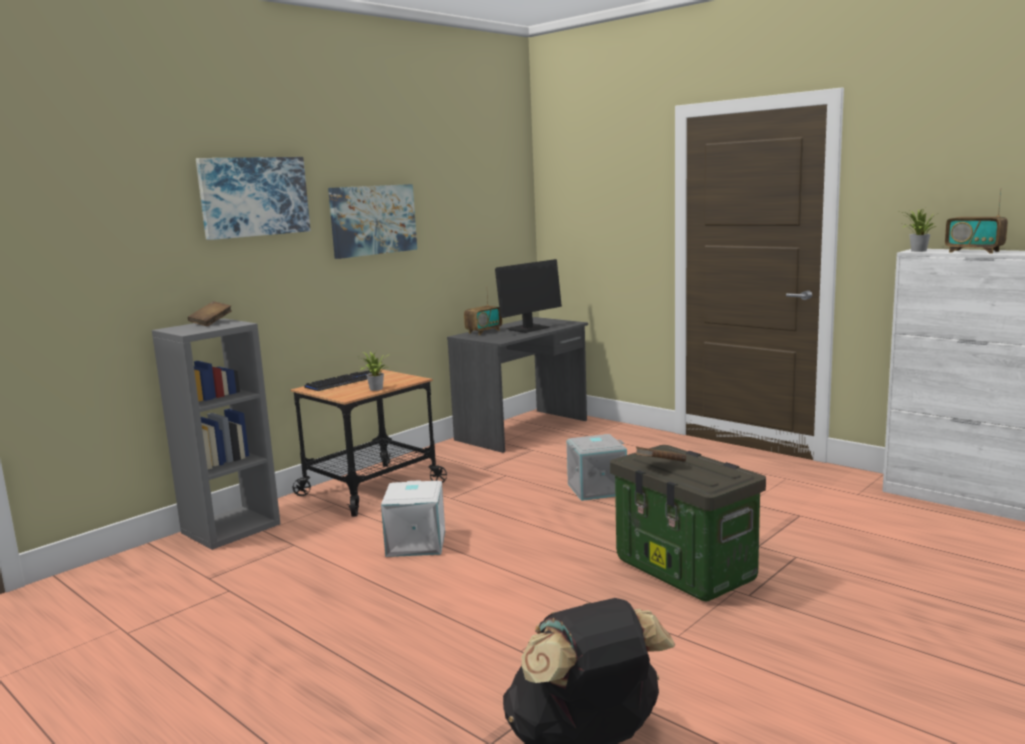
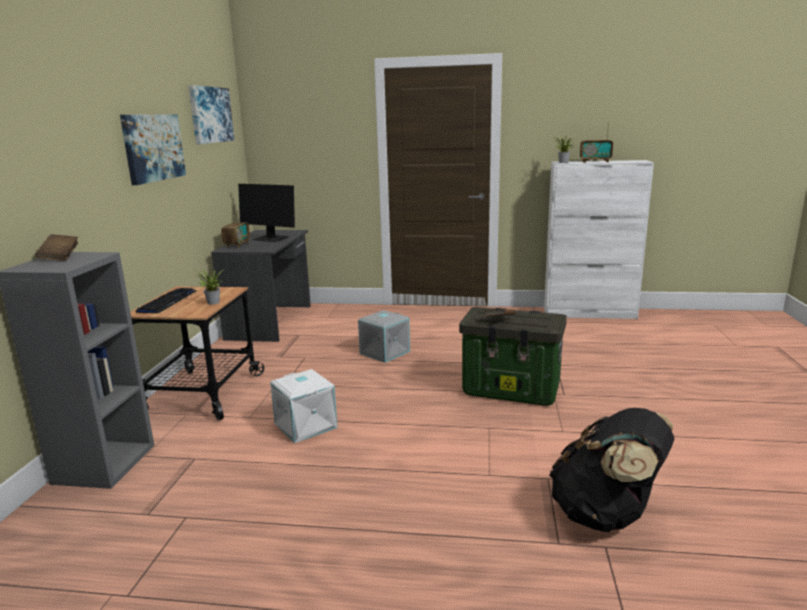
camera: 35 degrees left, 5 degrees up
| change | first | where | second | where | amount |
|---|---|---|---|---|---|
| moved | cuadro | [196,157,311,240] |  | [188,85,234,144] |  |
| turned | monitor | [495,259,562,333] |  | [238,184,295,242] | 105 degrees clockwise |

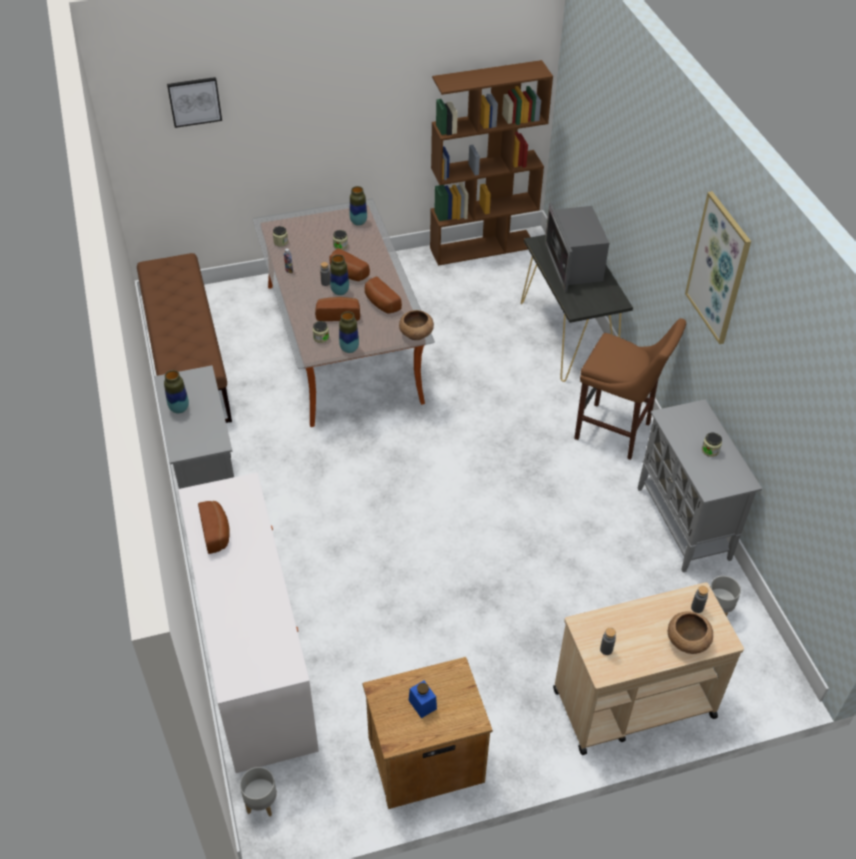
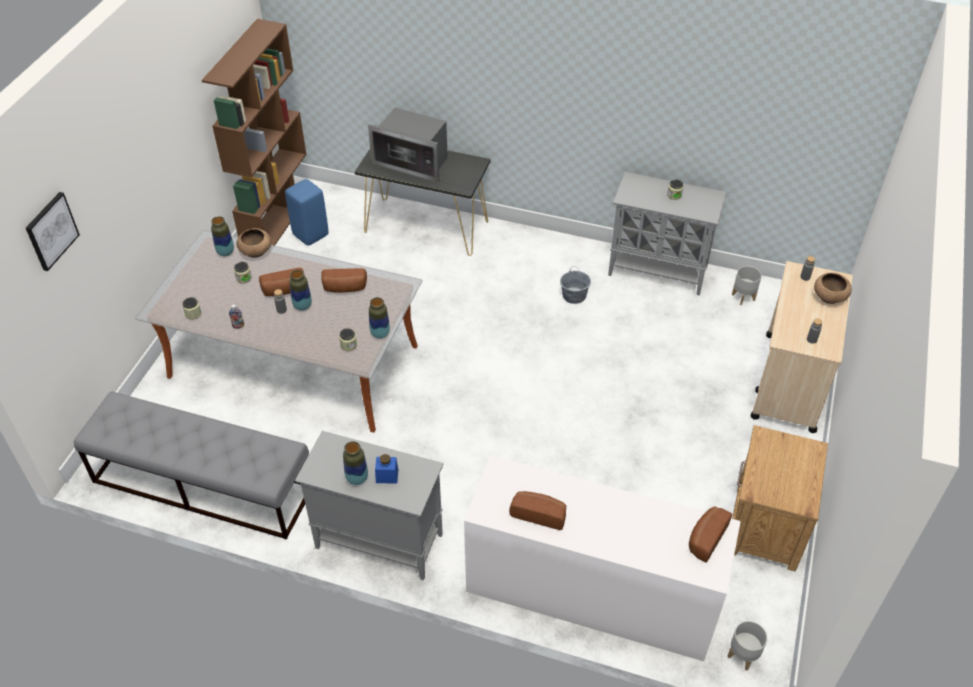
camera: 55 degrees left, 0 degrees up
| change | first | where | second | where | amount |
|---|---|---|---|---|---|
| recoloured | banco (marrón) | [137,253,232,423] | banco (gris) | [74,391,309,540] |  |
| moved | pan | [315,297,360,321] |  | [689,507,732,563] |  |
| moved | cuenco (marrón) | [399,310,434,340] |  | [237,228,271,258] |  |
| moved | tarro (azul) | [409,681,437,718] |  | [375,454,398,484] |  |
| removed | taburete (marrón) | [574,319,686,460] |  |  |  |
| removed | cuadro | [685,191,751,344] |  |  |  |
| added |  |  | taburete (azul) | [285,179,329,246] |  |
| added |  |  | cubo (gris) | [560,266,591,304] |  |

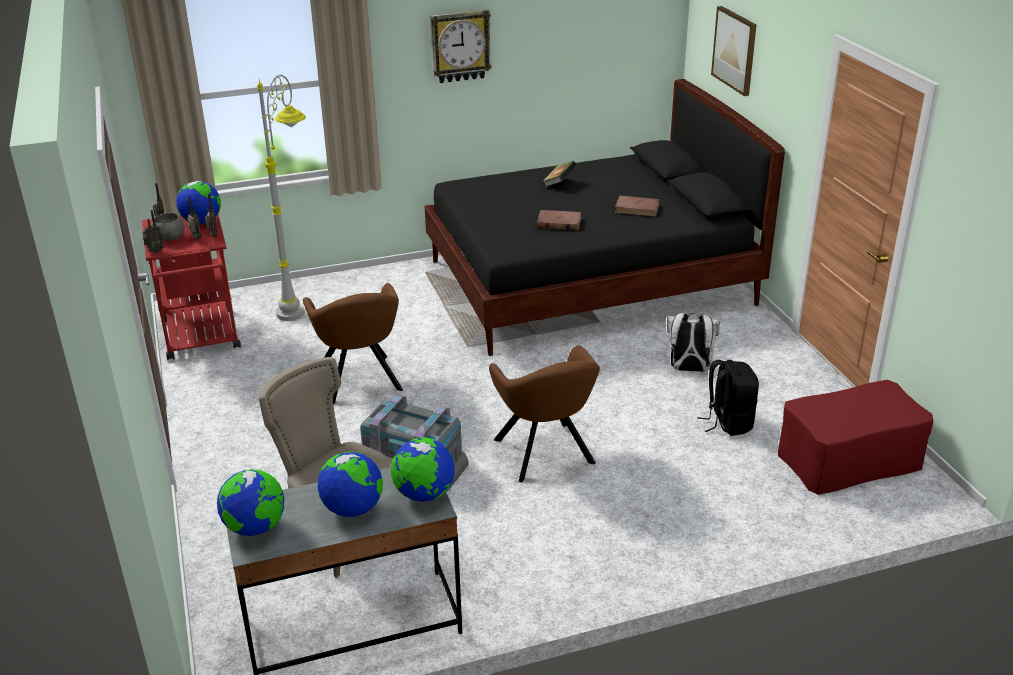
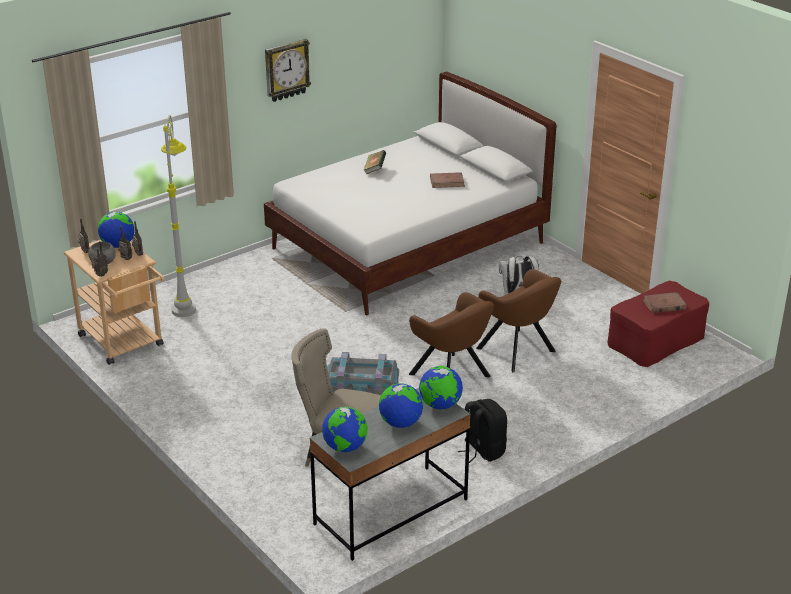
camera: 20 degrees left, 0 degrees up
| change | first | where | second | where | amount |
|---|---|---|---|---|---|
| recoloured | carrito (rojo) | [142,215,241,360] | carrito (beis) | [64,240,164,365] |  |
| moved | sillón (marrón) | [303,283,403,404] |  | [476,269,561,372] |  |
| recoloured | cama (negro) | [425,79,785,356] | cama (blanco) | [264,72,556,315] |  |
| moved | libro (marrón) | [537,210,581,230] |  | [643,292,687,313] |  |
| moved | mochila (negro) | [697,360,759,436] |  | [458,399,507,463] |  |
| removed | cuadro | [711,6,757,96] |  |  |  |

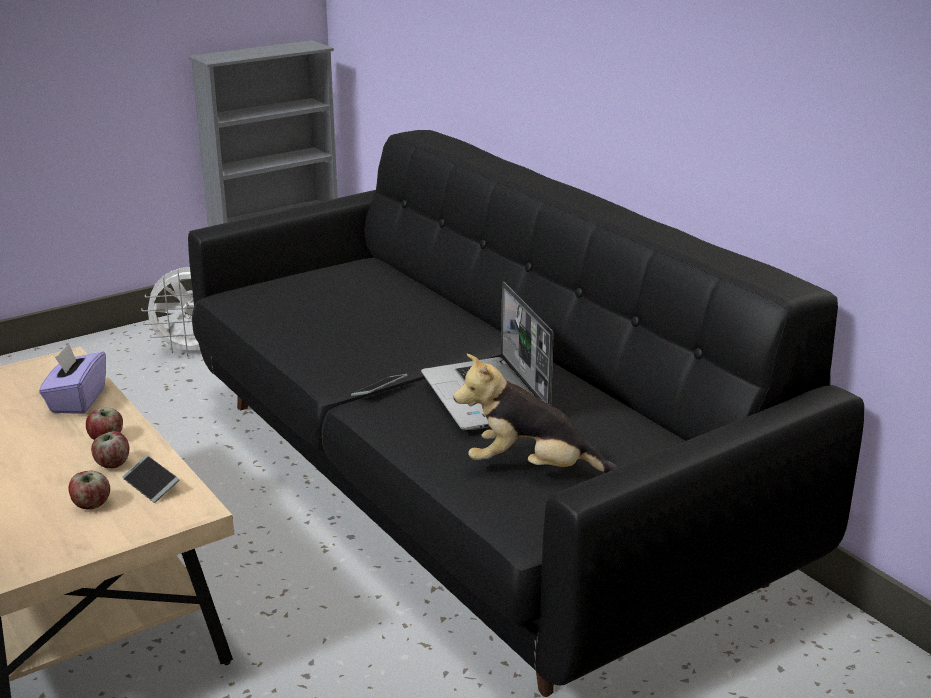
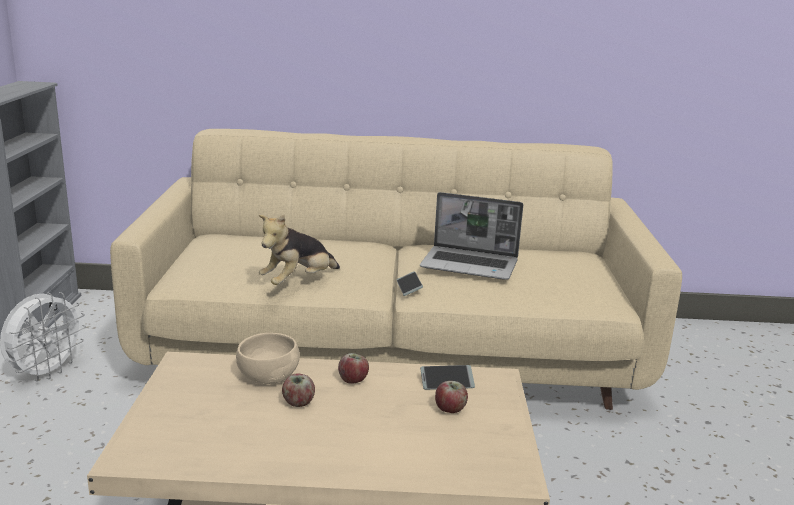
camera: 55 degrees left, 5 degrees down
| change | first | where | second | where | amount |
|---|---|---|---|---|---|
| replaced | caja de pañuelos (morado) | [39,344,106,414] | cuenco (beis) | [236,333,300,384] |  |
| moved | manzana | [91,431,129,468] |  | [282,373,315,407] |  |
| recoloured | sofá (negro) | [188,130,865,697] | sofá (beis) | [110,129,682,410] |  |
| moved | peluche | [453,354,618,473] |  | [259,215,340,285] |  |

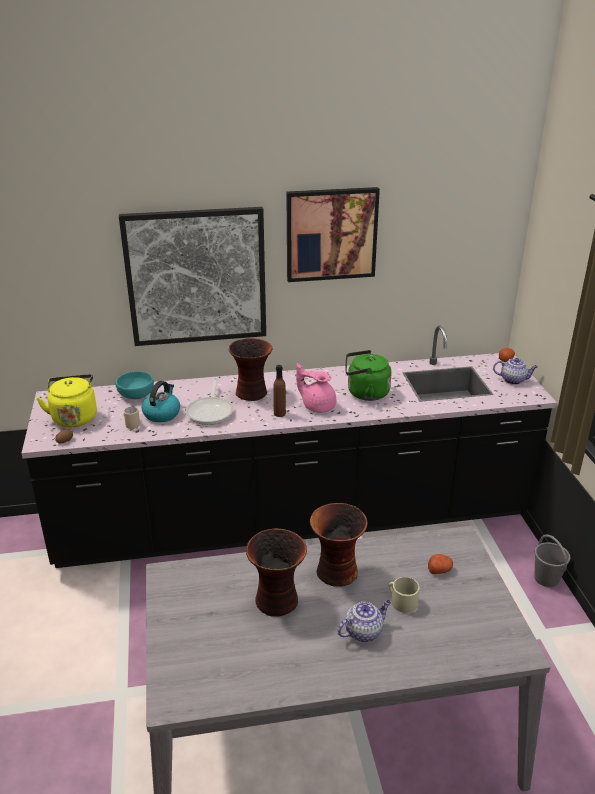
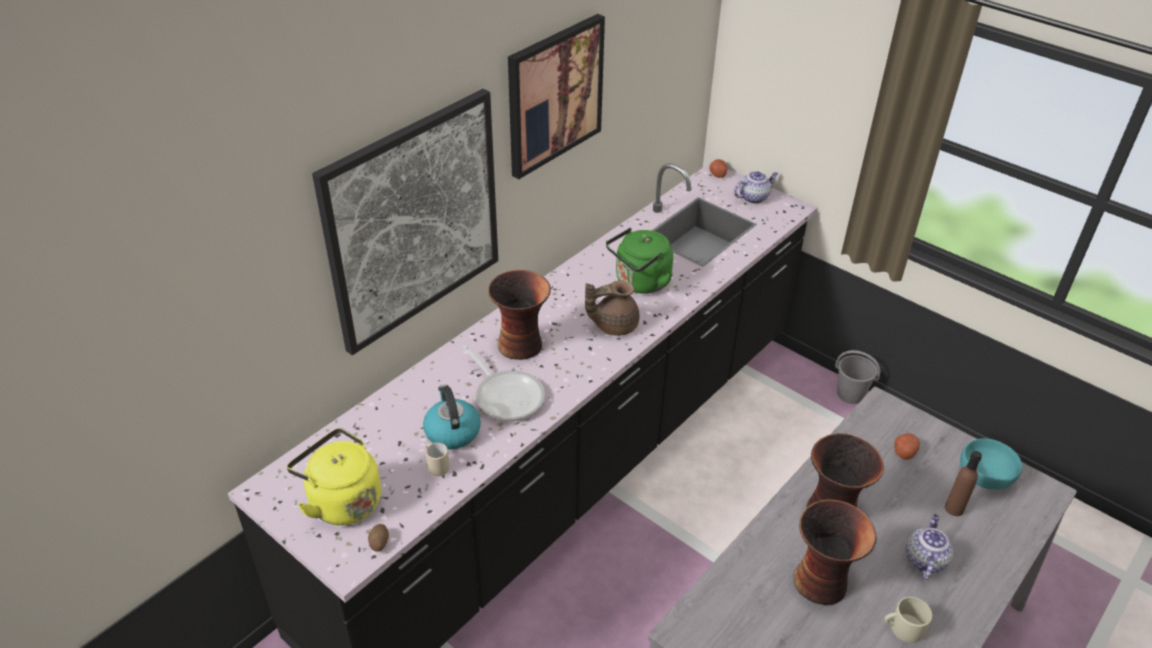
camera: 40 degrees left, 10 degrees up
| change | first | where | second | where | amount |
|---|---|---|---|---|---|
| moved | cuenco (turquesa) | [115,371,154,399] |  | [960,438,1022,490] |  |
| moved | botella (marrón) | [273,365,286,417] |  | [945,451,982,516] |  |
| recoloured | tetera (rosa) | [296,363,336,413] | tetera (marrón) | [585,280,640,336] |  |
| moved | taza grande (beis) | [388,577,419,613] |  | [885,597,932,643] |  |

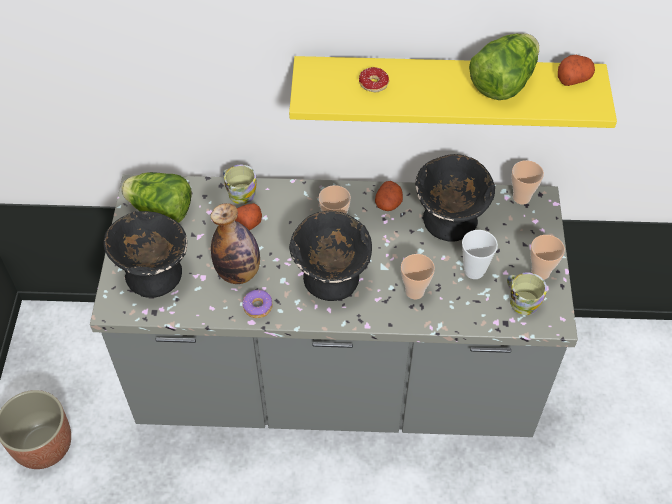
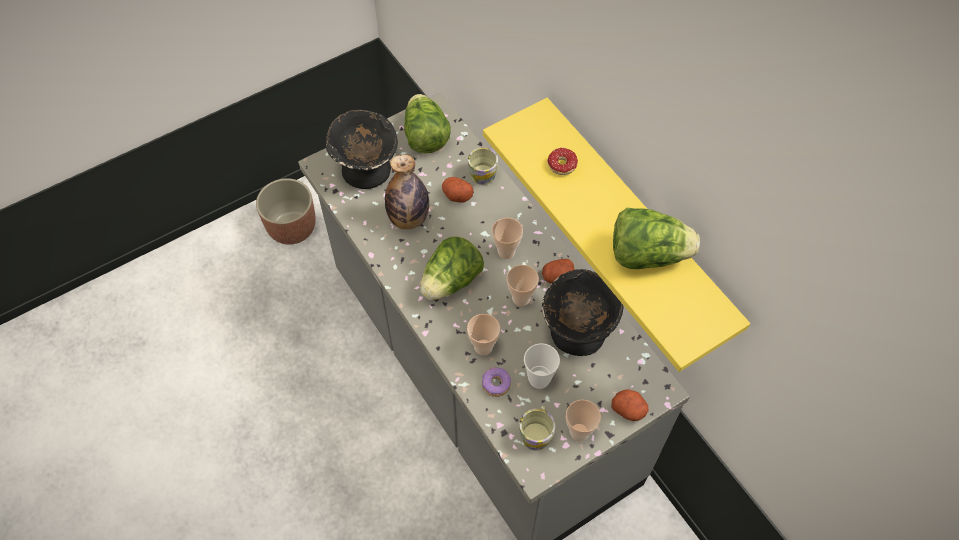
camera: 55 degrees right, 5 degrees up
| change | first | where | second | where | amount |
|---|---|---|---|---|---|
| moved | rosquilla | [242,290,273,318] |  | [482,367,511,397] |  |
| replaced | cuenco (negro) | [289,210,372,301] | lechuga | [420,237,484,300] |  |
| moved | taza | [511,160,544,205] |  | [507,265,539,306] |  |
| moved | patata | [558,55,595,86] |  | [611,390,649,421] |  |

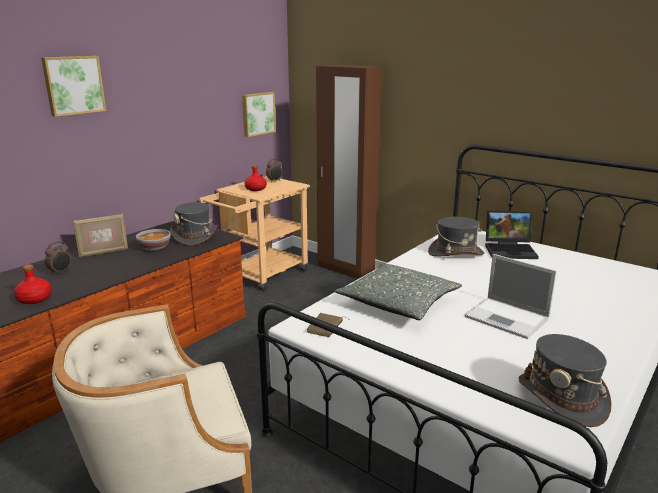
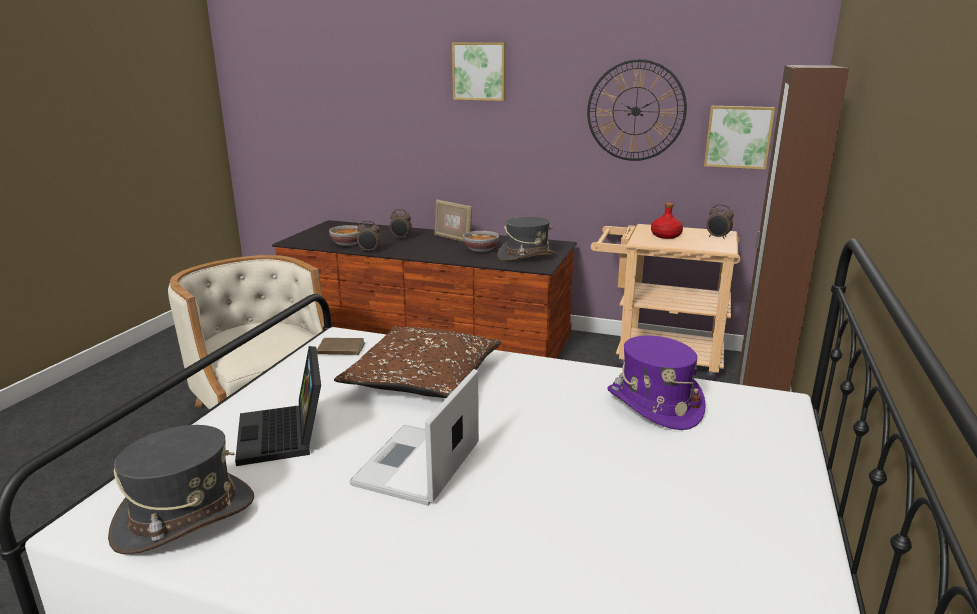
camera: 70 degrees right, 0 degrees up
| change | first | where | second | where | amount |
|---|---|---|---|---|---|
| replaced | botella (rojo) | [14,265,52,304] | cuenco | [329,225,360,246] |  |
| recoloured | cojín (gris) | [335,263,462,320] | cojín (marrón) | [334,326,501,398] |  |
| recoloured | sombrero (gris) | [428,217,485,257] | sombrero (morado) | [607,335,706,430] |  |
| moved | portátil | [485,211,539,259] |  | [235,346,321,466] |  |
| added |  |  | despertador | [357,220,381,252] |  |
| added |  |  | reloj de pared | [587,59,687,161] |  |

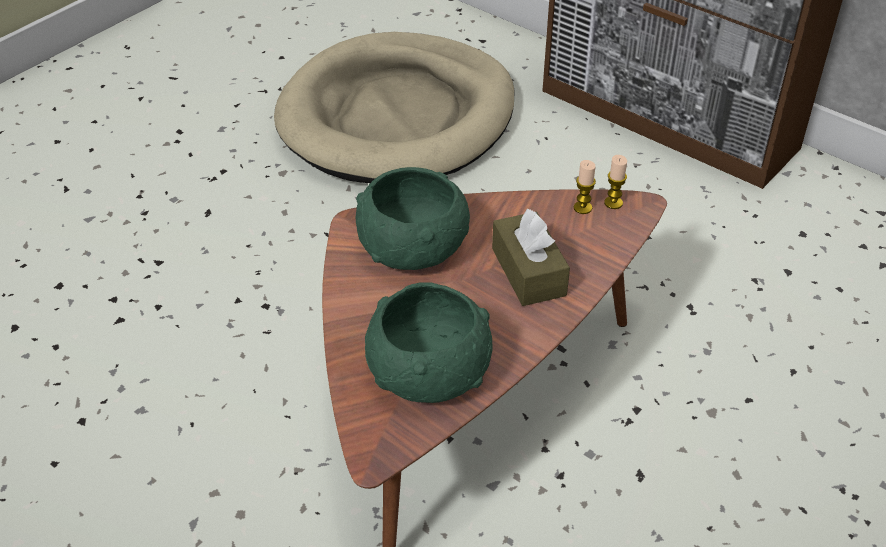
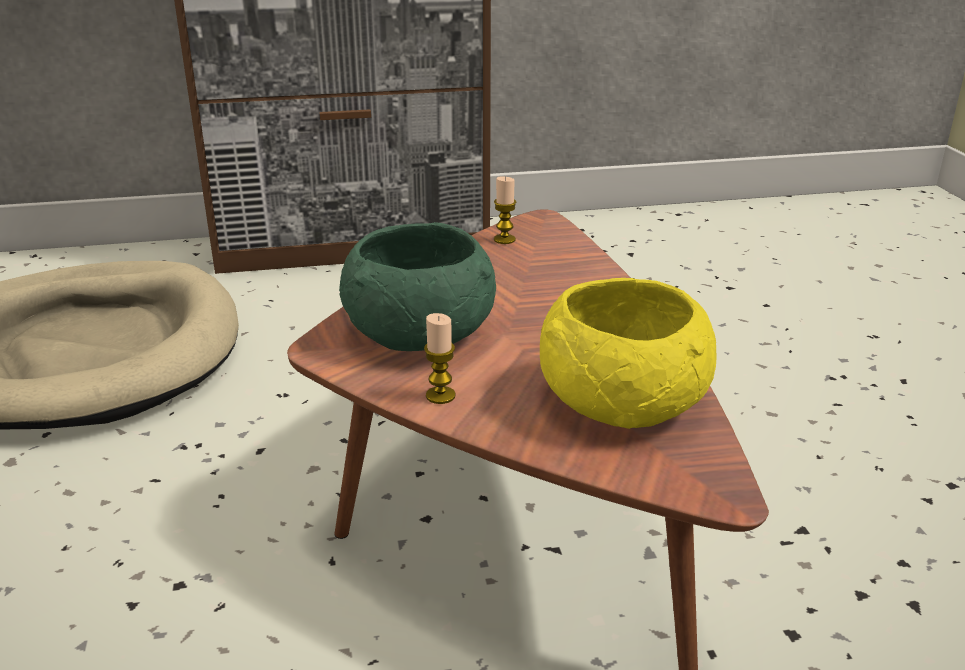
camera: 50 degrees left, 15 degrees down
| change | first | where | second | where | amount |
|---|---|---|---|---|---|
| recoloured | cuenco (verde) | [365,283,493,403] | cuenco (amarillo) | [540,278,717,429] |  |
| removed | caja de pañuelos (marrón) | [492,208,570,306] |  |  |  |
| moved | vela | [604,155,627,209] |  | [424,313,456,404] |  |

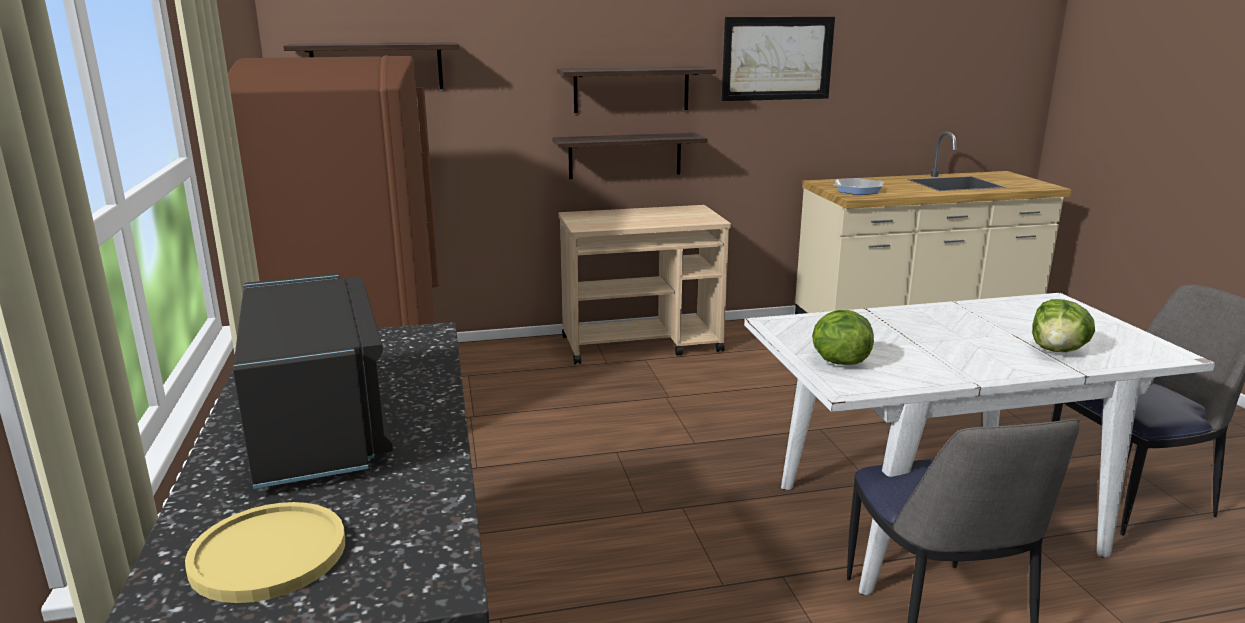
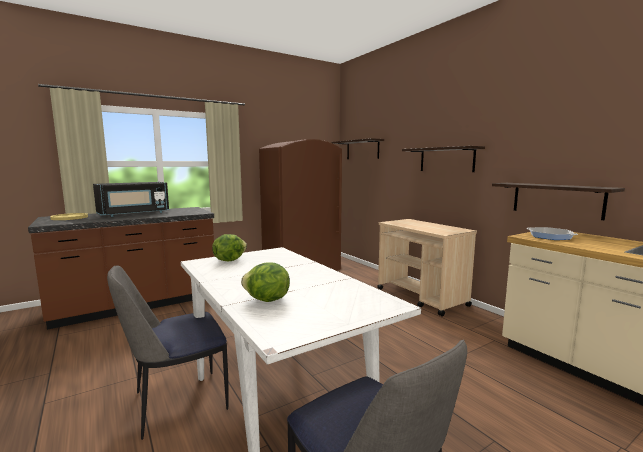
camera: 70 degrees right, 10 degrees down
| change | first | where | second | where | amount |
|---|---|---|---|---|---|
| moved | estante | [552,133,708,179] |  | [492,183,625,220] |  |
| removed | cuadro | [722,17,835,101] |  |  |  |

